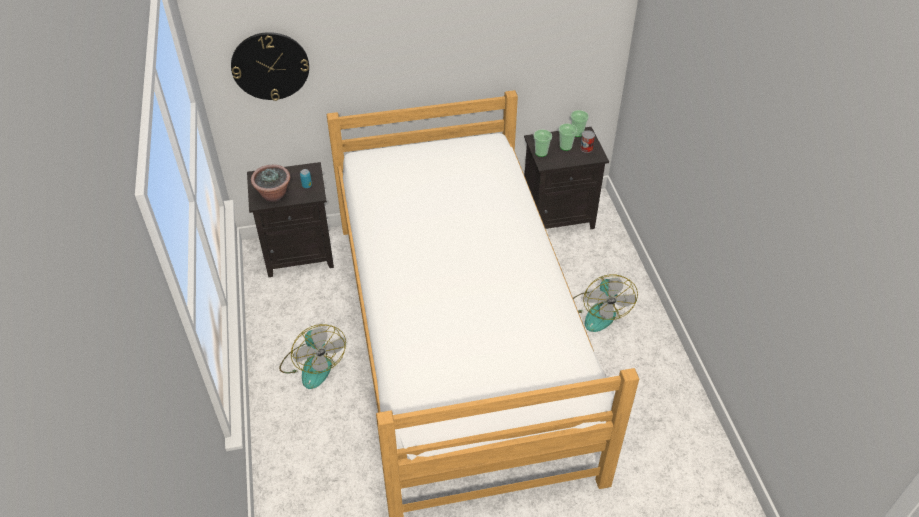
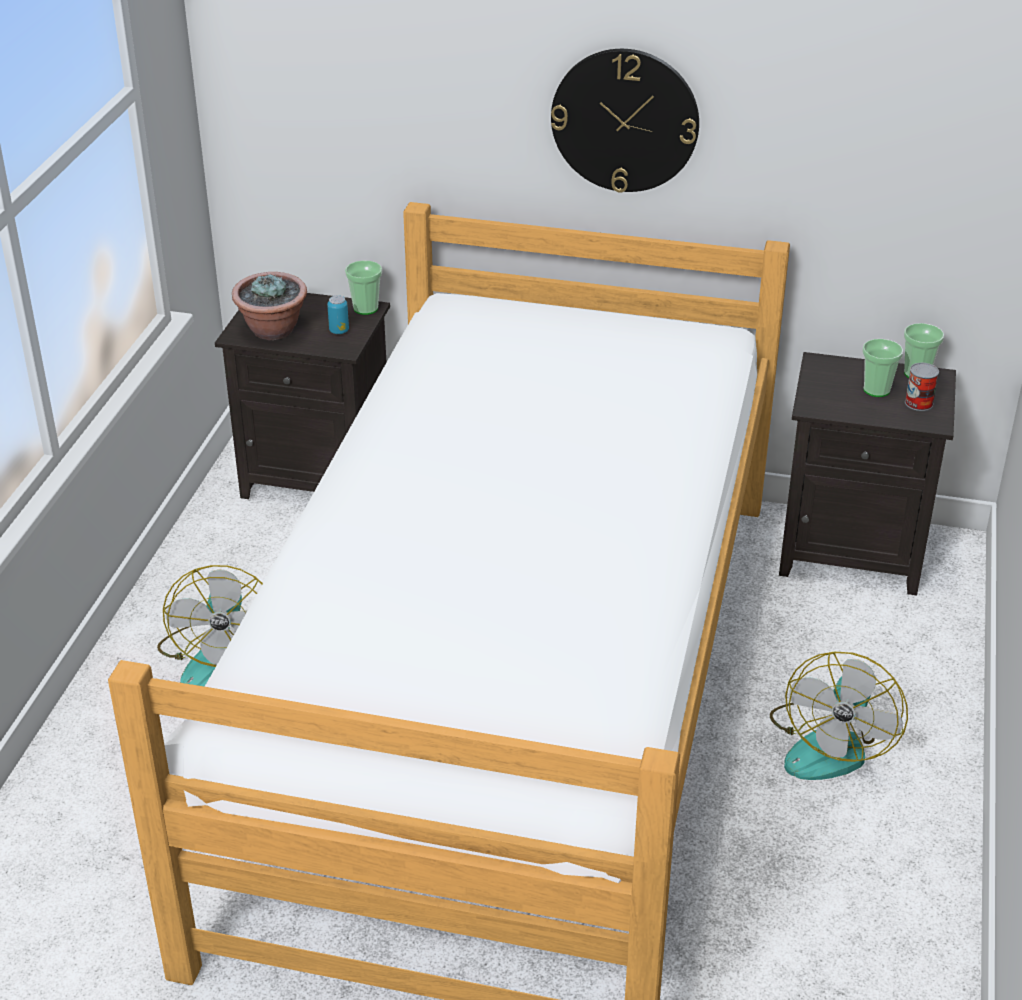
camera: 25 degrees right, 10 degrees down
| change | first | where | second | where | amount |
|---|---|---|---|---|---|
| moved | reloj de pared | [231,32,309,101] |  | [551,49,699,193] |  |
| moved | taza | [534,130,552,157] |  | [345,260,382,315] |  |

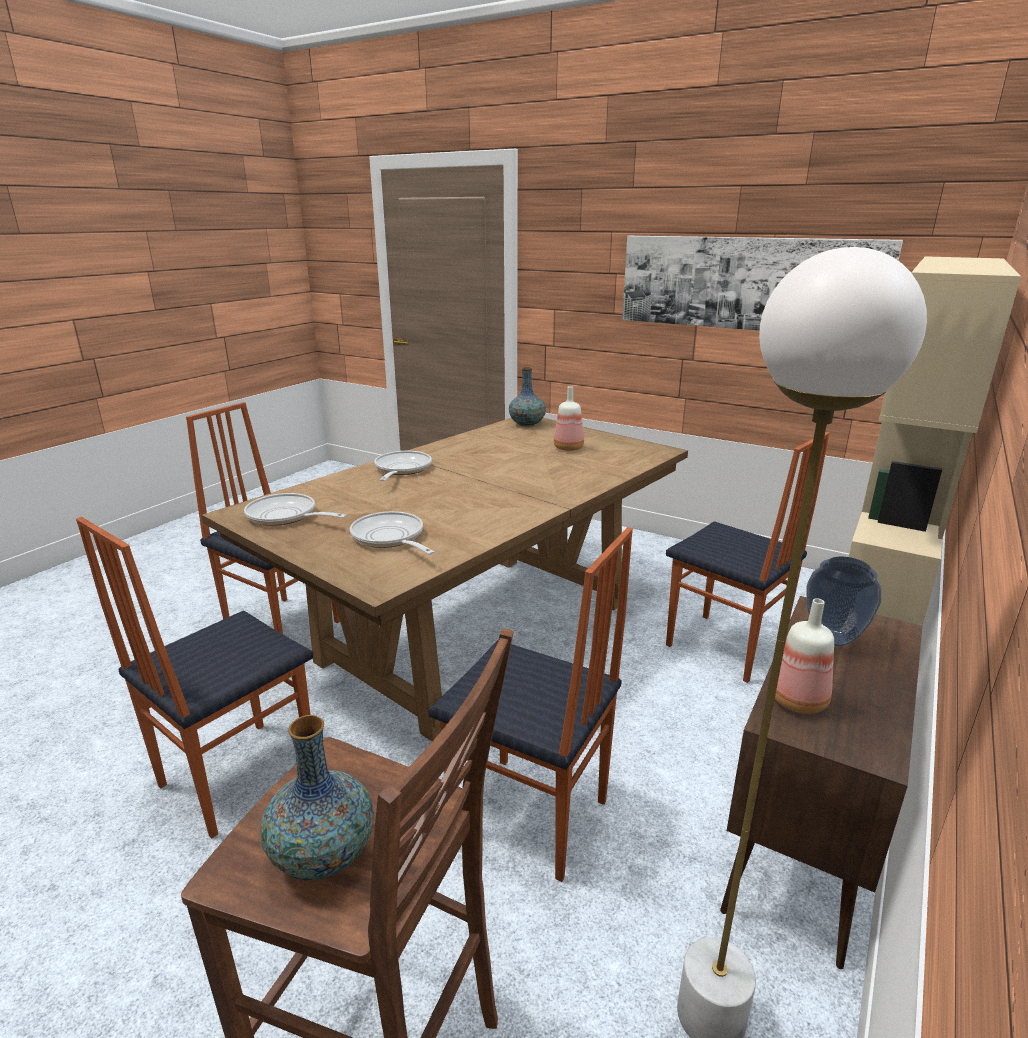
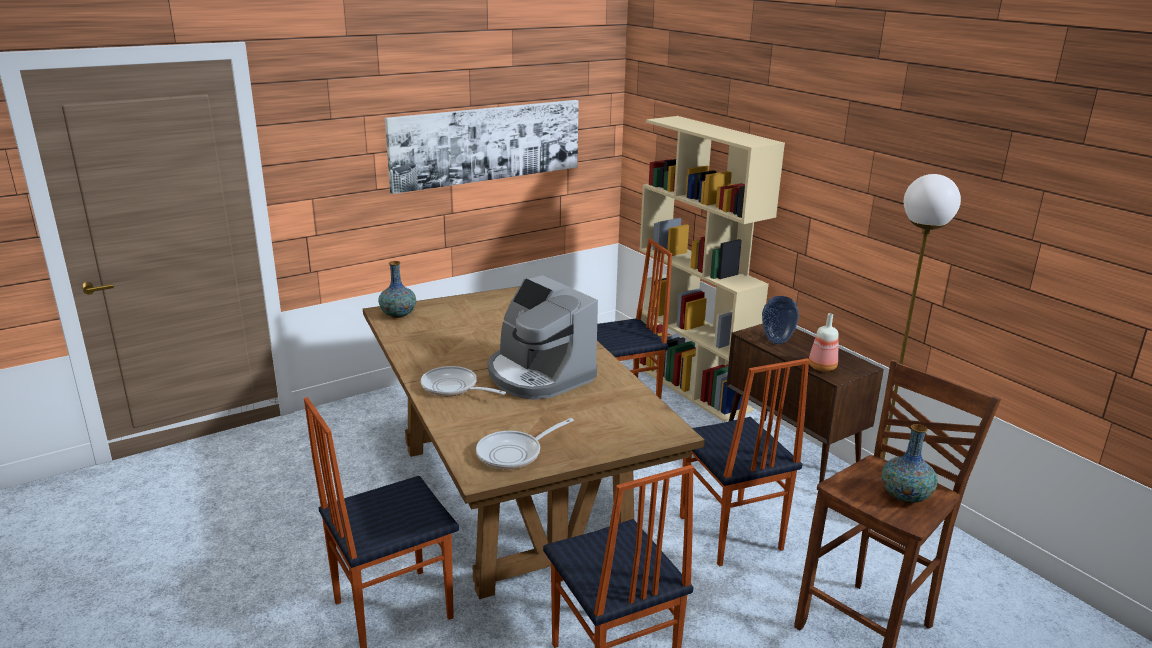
camera: 65 degrees left, 0 degrees up
| change | first | where | second | where | amount |
|---|---|---|---|---|---|
| removed | sartén | [350,511,435,555] |  |  |  |
| turned | silla | [428,527,633,882] |  | [680,358,809,567] | 105 degrees clockwise |
| removed | botella | [554,386,584,451] |  |  |  |
| added |  |  | cafetera | [488,275,598,400] |  |

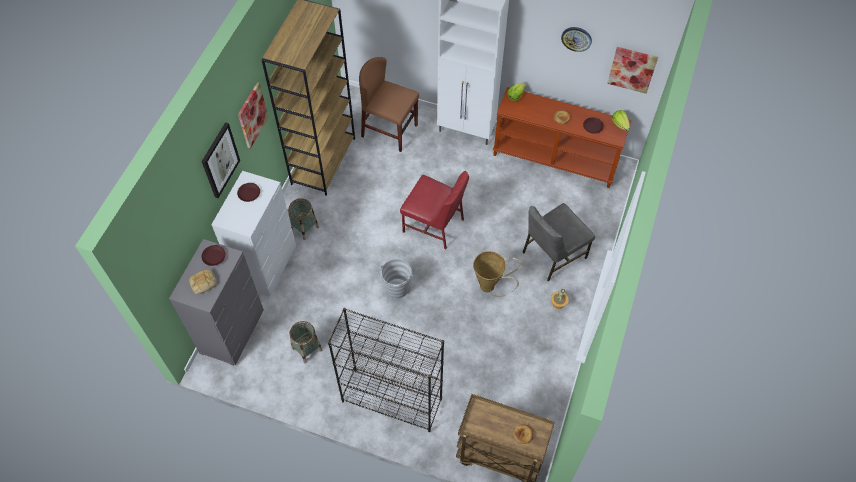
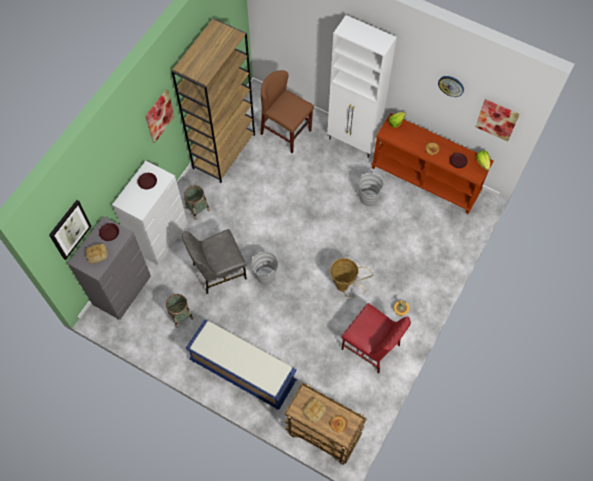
camera: 10 degrees right, 5 degrees up
| change | first | where | second | where | amount |
|---|---|---|---|---|---|
| moved | cuadro | [202,122,240,198] |  | [49,200,92,260] |  |
| replaced | estantería (negro) | [328,308,444,432] | banco (azul) | [185,319,297,410] |  |
| moved | silla (rojo) | [400,171,469,249] |  | [341,303,411,374] |  |
| moved | silla (gris) | [522,203,595,281] |  | [182,229,247,294] |  |
| added |  |  | pan | [302,398,327,423] |  |
| added |  |  | cubo (gris) | [359,172,384,206] |  |

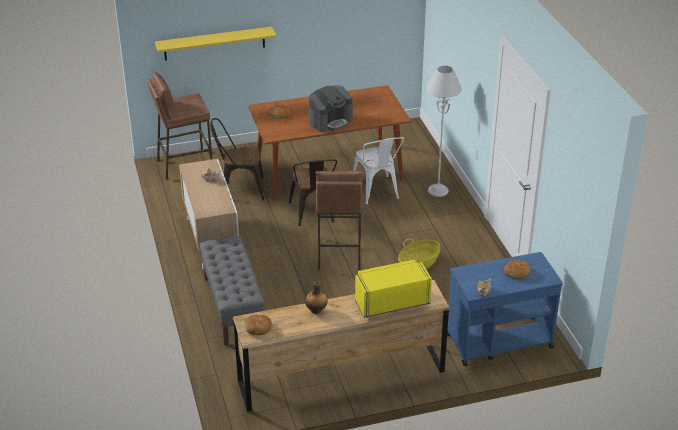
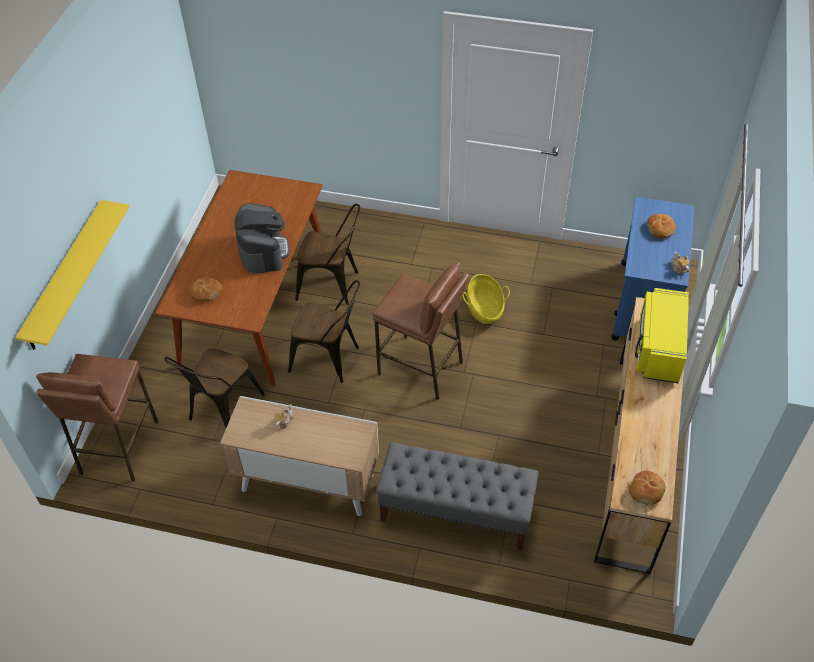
camera: 60 degrees left, 15 degrees up
| change | first | where | second | where | amount |
|---|---|---|---|---|---|
| removed | botella | [305,281,328,314] |  |  |  |
| recoloured | silla (blanco) | [353,137,404,205] | silla (marrón) | [295,204,360,305] |  |
| removed | lámpara de pie (gris) | [426,65,462,197] |  |  |  |

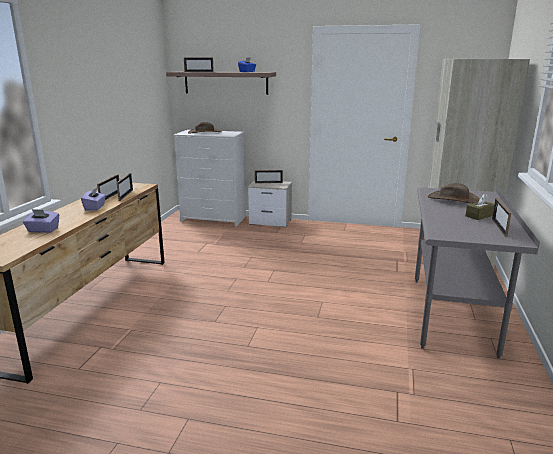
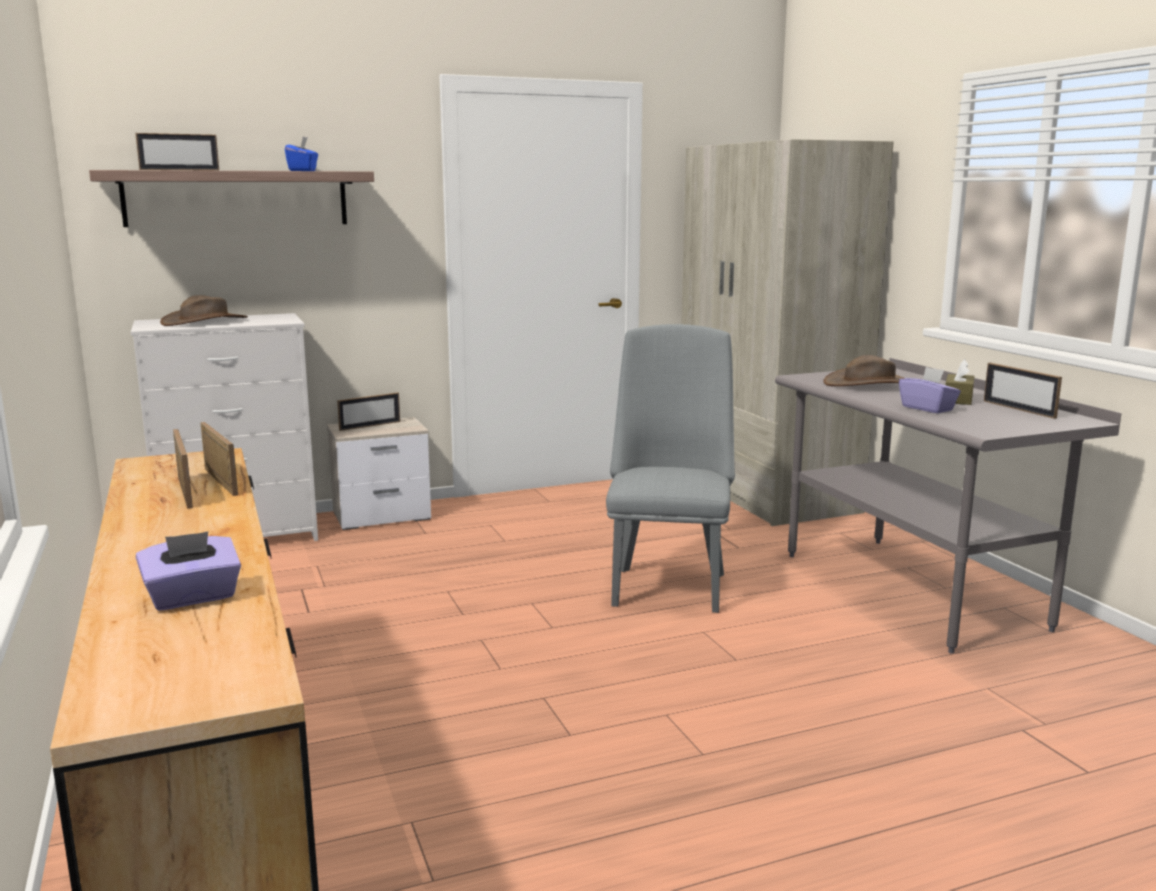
camera: 35 degrees left, 5 degrees down
| change | first | where | second | where | amount |
|---|---|---|---|---|---|
| moved | caja de pañuelos (morado) | [81,187,106,210] |  | [899,367,961,413] |  |
| added |  |  | silla (gris) | [606,324,735,613] |  |

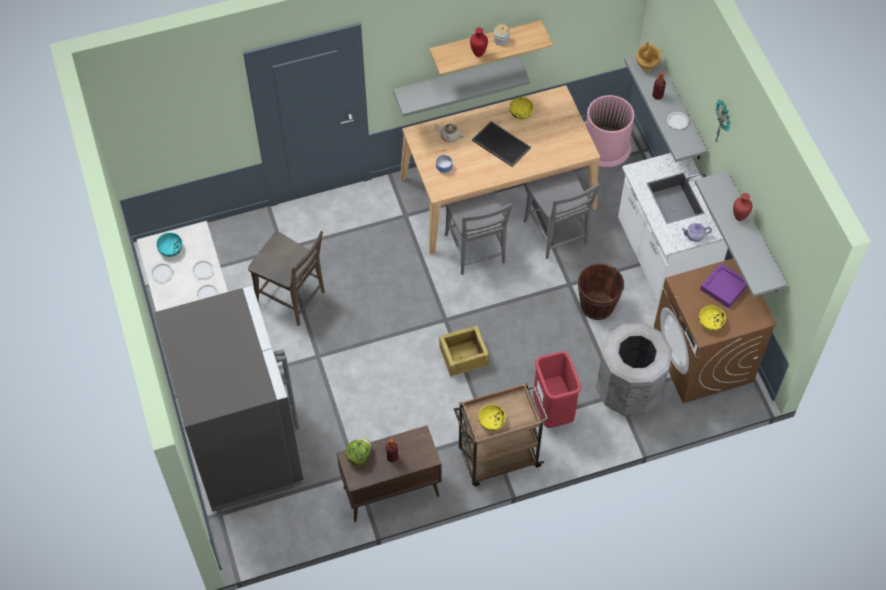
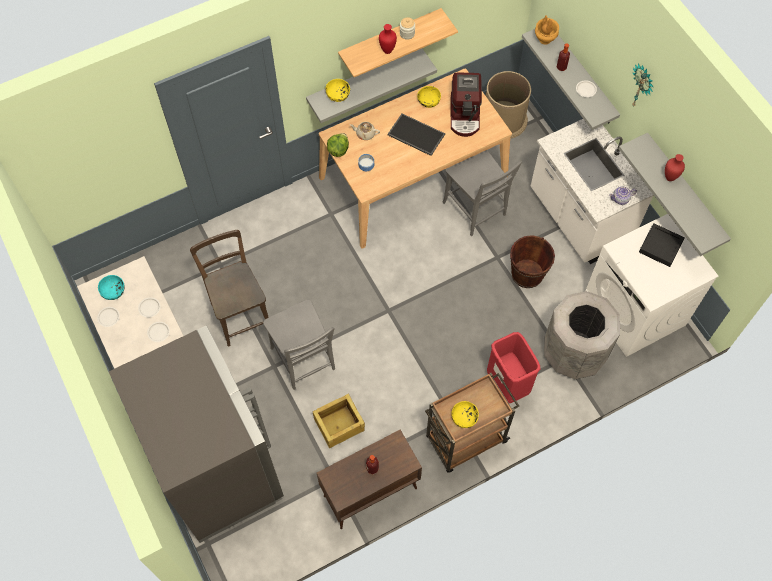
camera: 10 degrees left, 5 degrees up
| change | first | where | second | where | amount |
|---|---|---|---|---|---|
| turned | silla (marrón) | [248,231,325,326] |  | [190,230,269,347] | 135 degrees counterclockwise |
| moved | lechuga | [345,439,371,466] |  | [327,133,349,157] |  |
| moved | caja de embalaje | [439,325,489,376] |  | [313,393,365,448] |  |
| moved | silla (gris) | [445,191,513,275] |  | [263,300,335,390] |  |
| recoloured | papelera (rosa) | [586,95,634,167] | papelera (marrón) | [486,71,531,139] |  |
| recoloured | lavadora (marrón) | [653,258,777,403] | lavadora (blanco) | [585,214,719,357] |  |
| moved | cuenco (amarillo) | [699,305,726,331] |  | [326,79,350,102] |  |
| recoloured | bandeja (morado) | [700,263,748,308] | bandeja (negro) | [639,223,685,267] |  |
| added |  |  | cafetera | [451,72,482,137] |  |

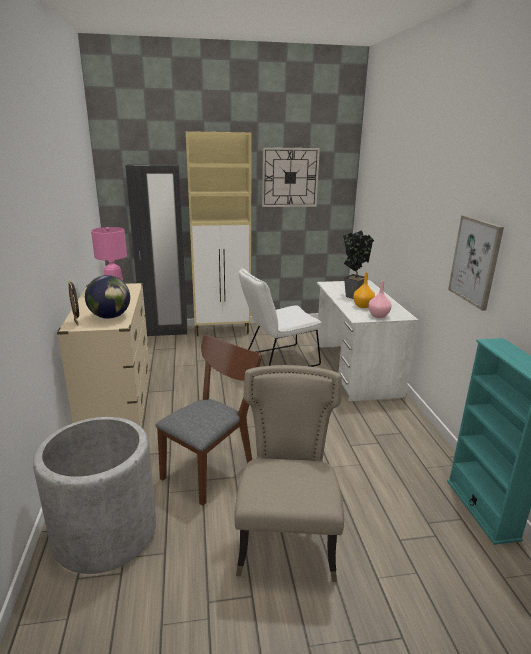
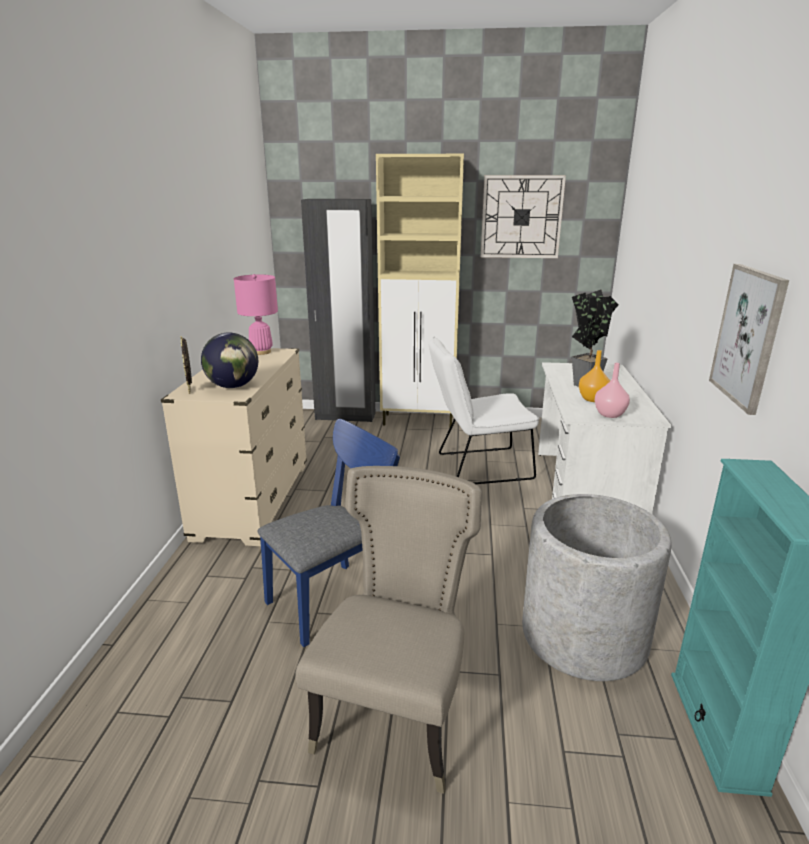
camera: 15 degrees right, 0 degrees up
| change | first | where | second | where | amount |
|---|---|---|---|---|---|
| moved | maceta (gris) | [33,417,156,574] |  | [522,494,672,681] |  |
| recoloured | silla (marrón) | [156,335,261,506] | silla (azul) | [258,419,400,647] |  |

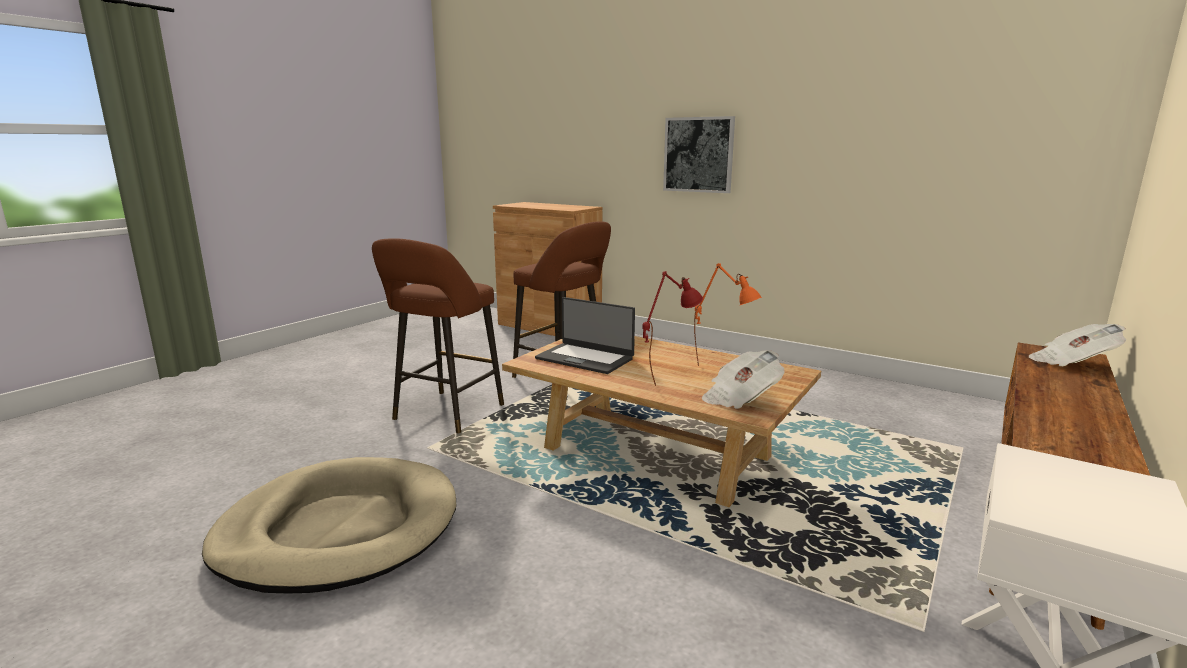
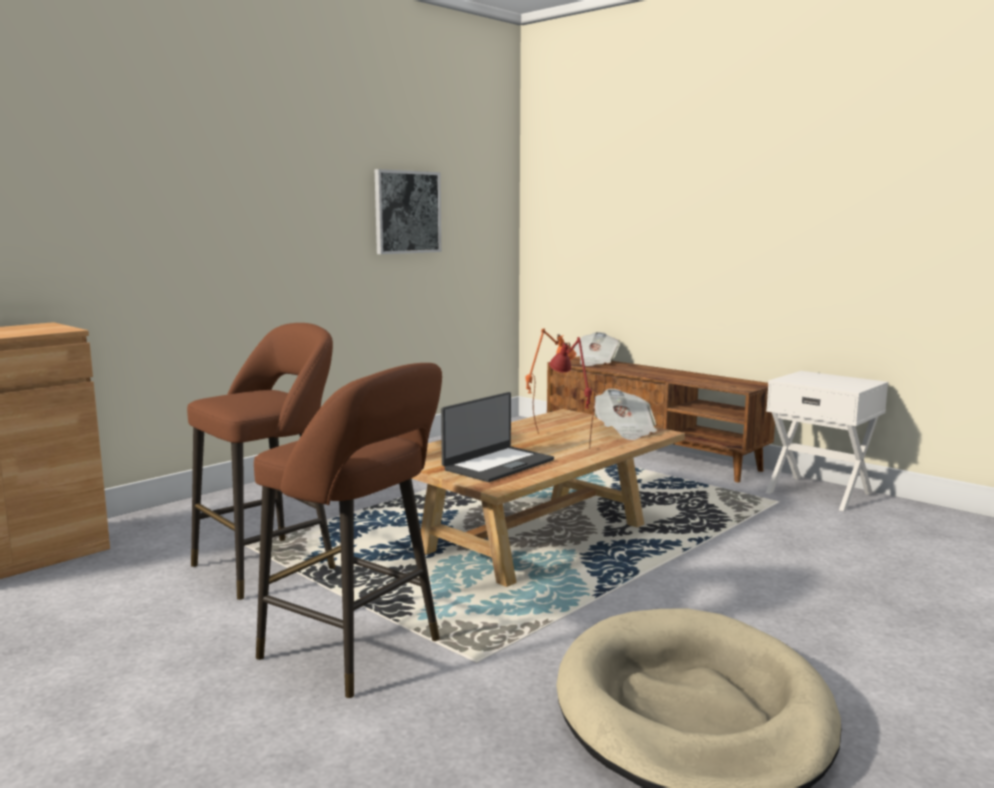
camera: 80 degrees left, 5 degrees down
| change | first | where | second | where | amount |
|---|---|---|---|---|---|
| moved | cuadro | [663,116,735,193] |  | [375,169,441,254] |  |

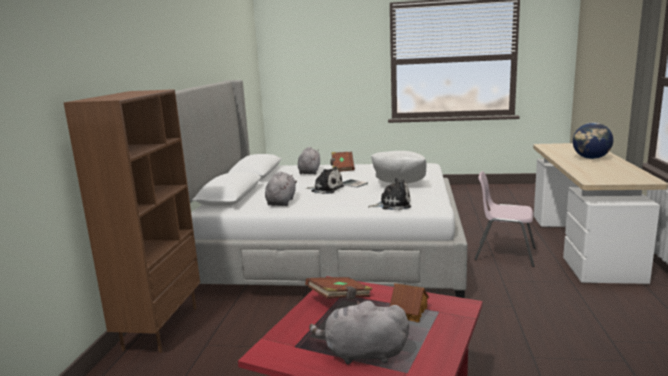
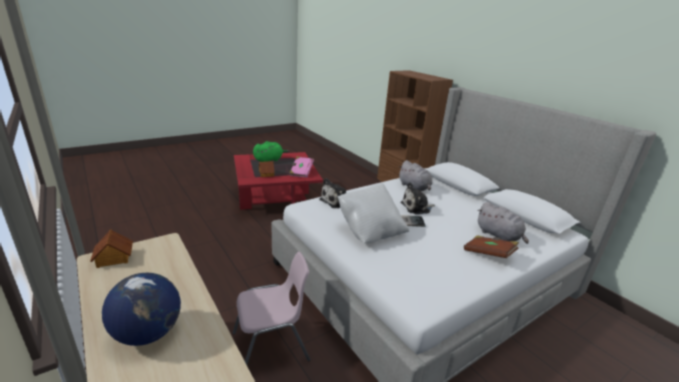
camera: 135 degrees right, 10 degrees up
| change | first | where | second | where | amount |
|---|---|---|---|---|---|
| recoloured | libro (marrón) | [305,277,372,299] | libro (rosa) | [290,156,314,178] |  |
| recoloured | peluche (gris) | [309,300,409,364] | peluche (verde) | [253,141,289,162] |  |
| added |  |  | casita | [90,229,133,268] |  |

